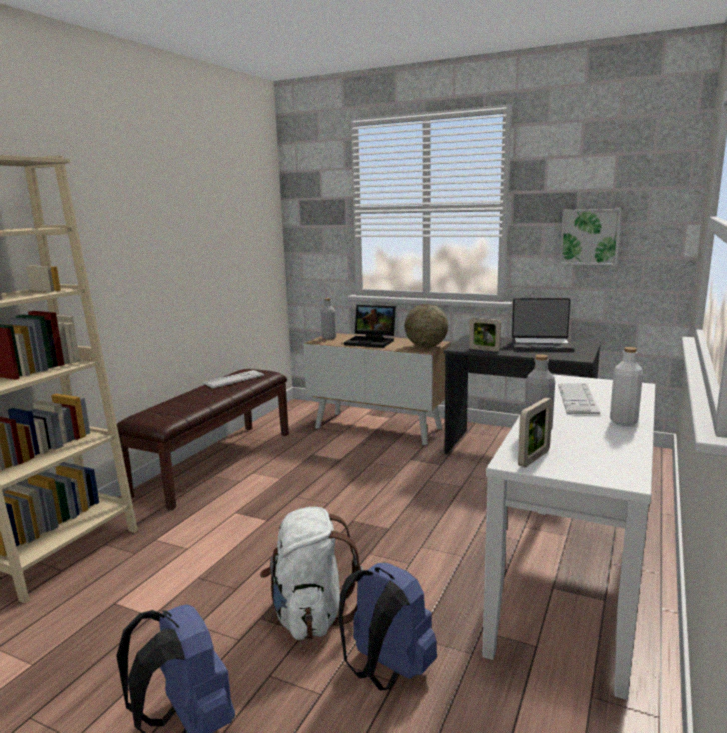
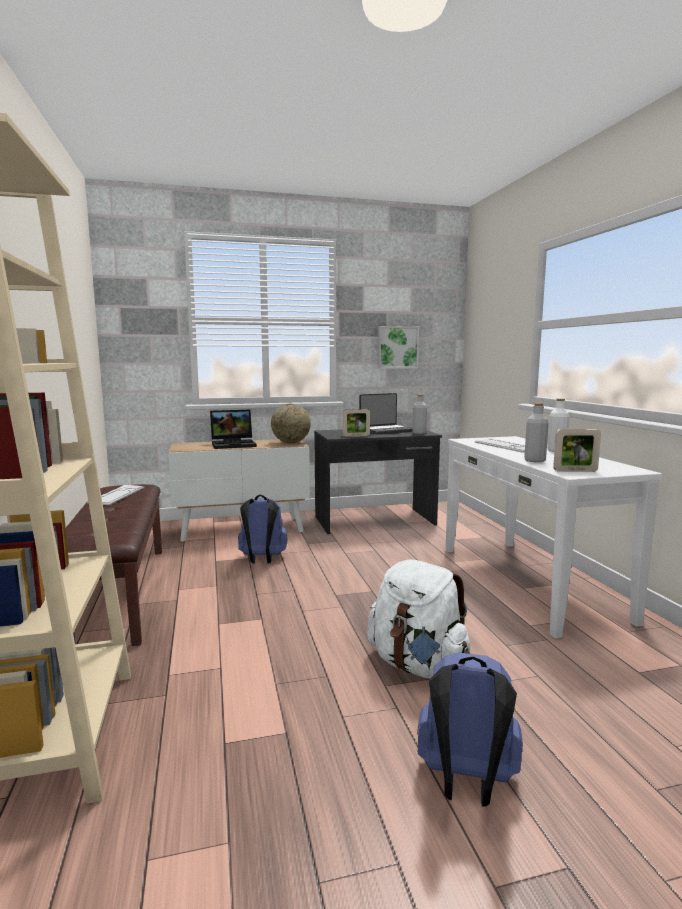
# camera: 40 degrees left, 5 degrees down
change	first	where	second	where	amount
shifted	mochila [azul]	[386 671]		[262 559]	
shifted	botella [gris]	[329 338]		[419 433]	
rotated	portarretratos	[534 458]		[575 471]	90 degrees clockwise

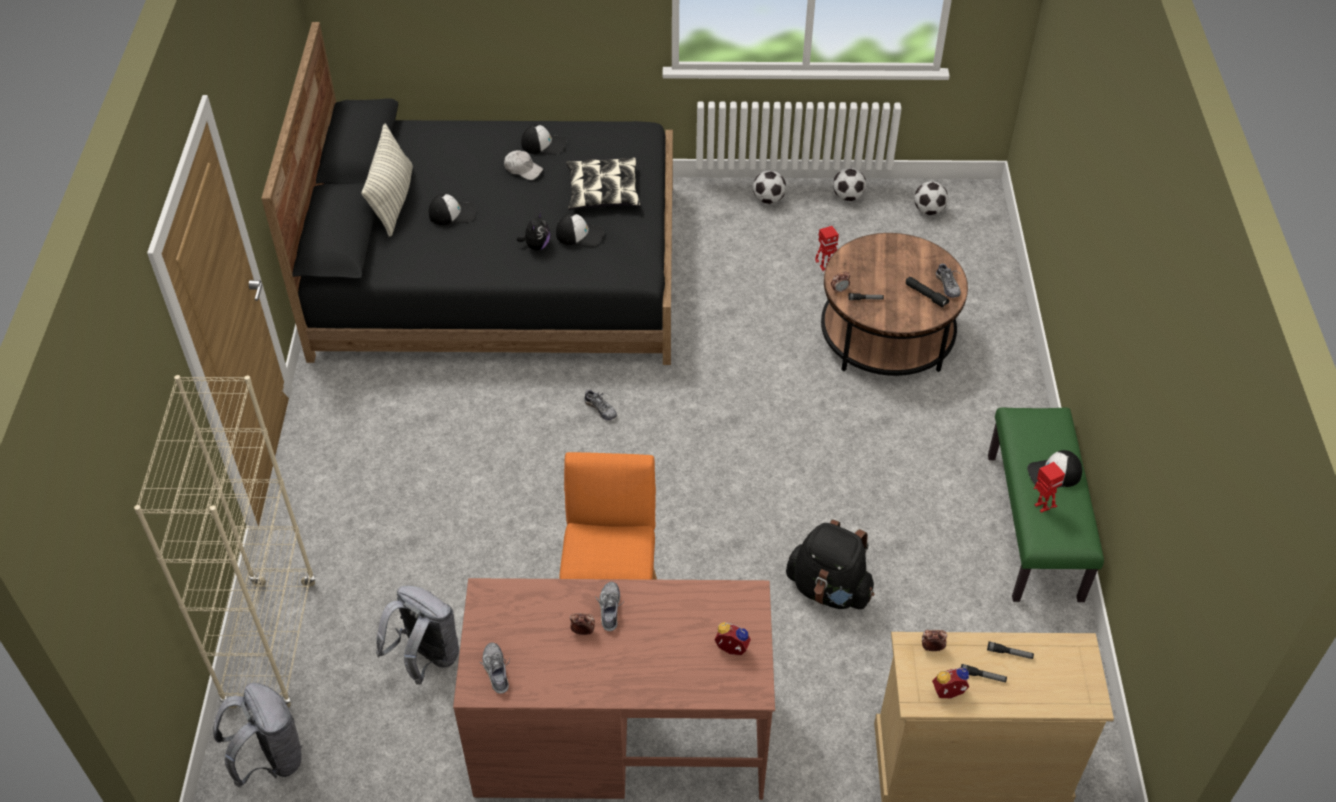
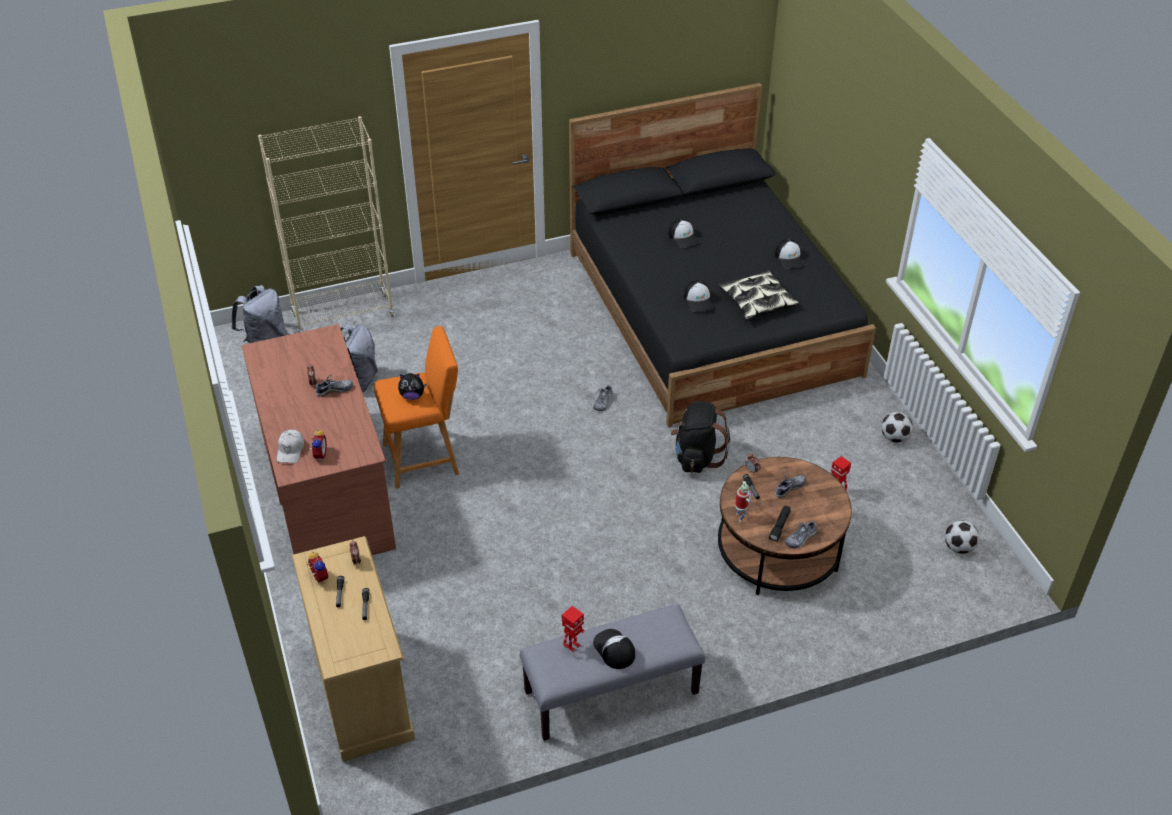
# camera: 70 degrees right, 5 degrees down
change	first	where	second	where	amount
shifted	gorra [blanco]	[523 169]		[291 450]	
shifted	peluche	[536 246]		[412 396]	
repainted	banco [verde]	[1035 527]	banco [gris]	[611 693]	
shifted	mochila [negro]	[829 589]		[696 457]	
new			robot de juguete	[740 517]	
shifted	zapato	[496 671]		[789 488]	
gone	cojín	[393 200]			
gone	balón de fútbol	[848 197]			

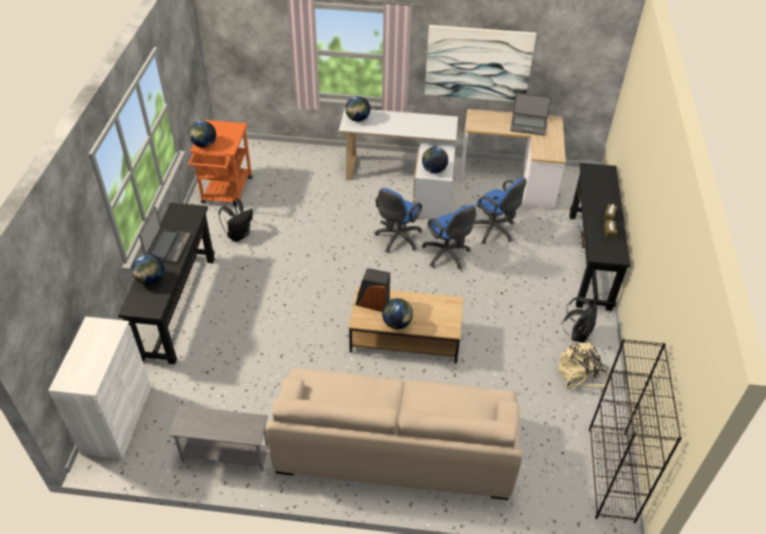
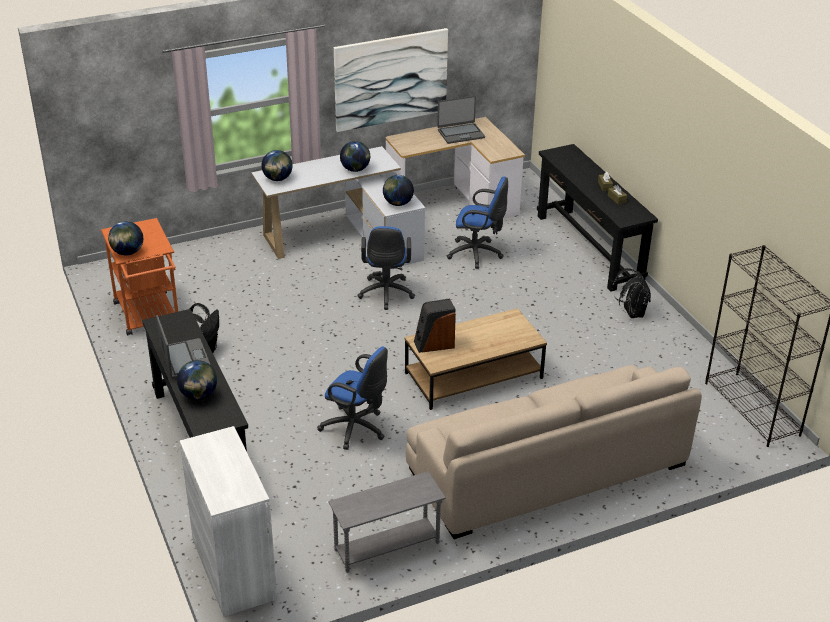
# camera: 30 degrees left, 10 degrees down
change	first	where	second	where	amount
shifted	silla de oficina [azul]	[447 255]		[356 429]	
shifted	globo terráqueo	[397 323]		[355 169]	
gone	mochila [beis]	[581 374]			

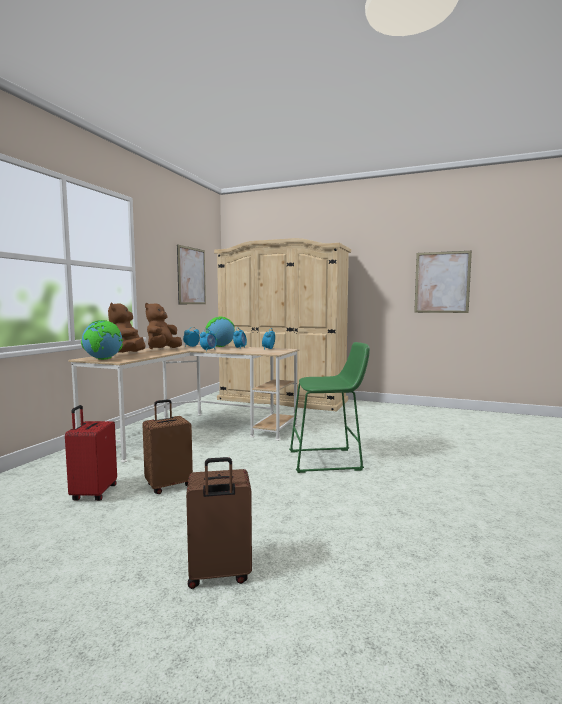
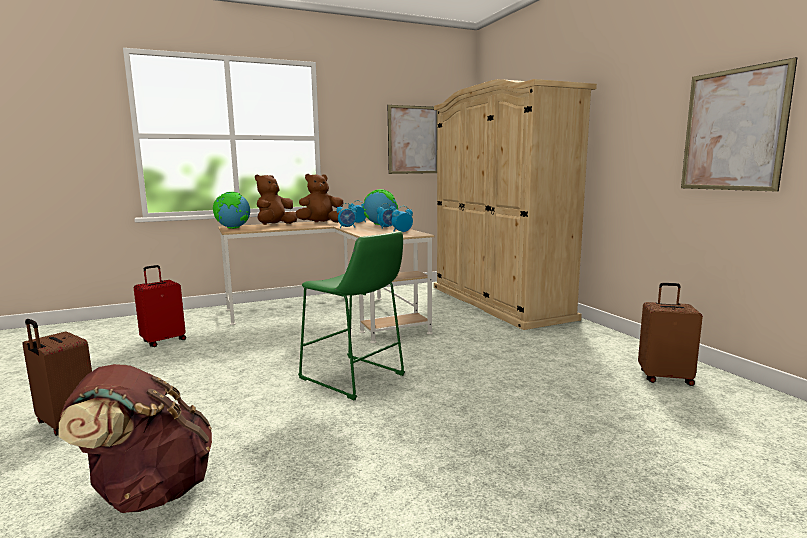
# camera: 45 degrees right, 5 degrees up
change	first	where	second	where	amount
new			mochila [marrón]	[149 492]	
shifted	maleta [marrón]	[169 485]		[665 377]	

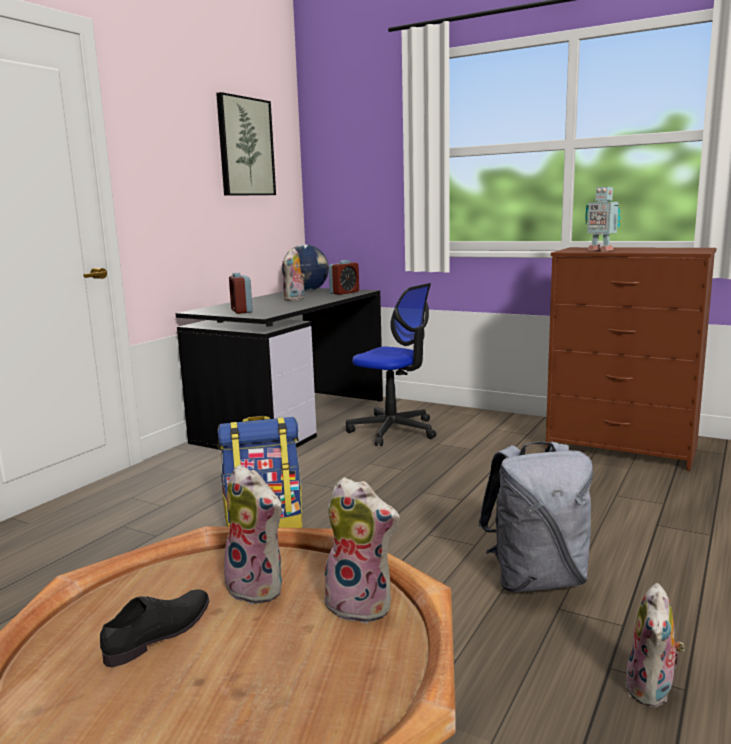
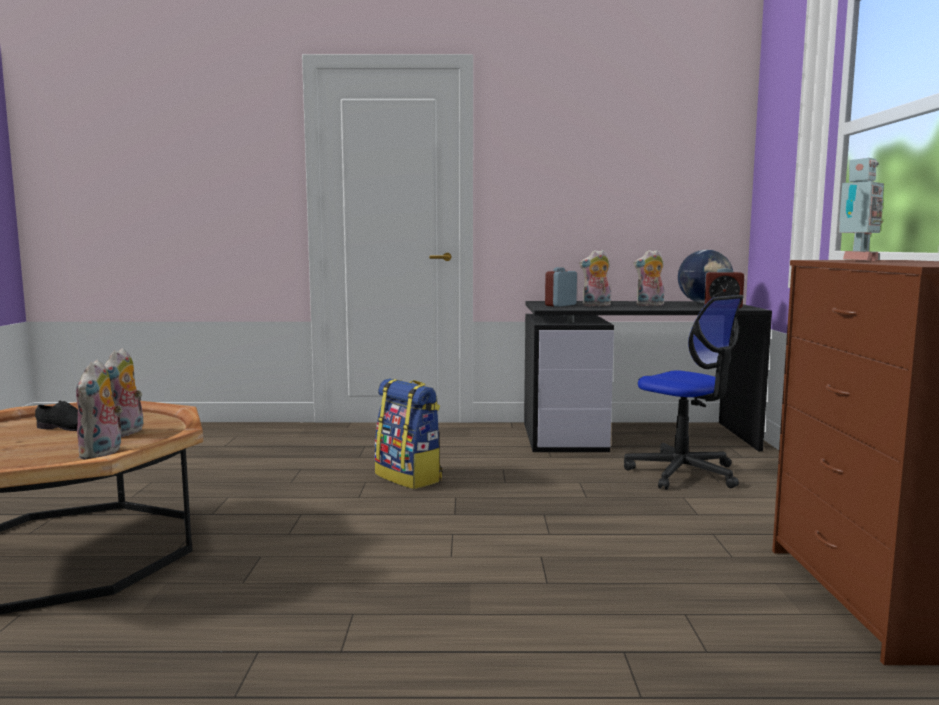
# camera: 60 degrees right, 5 degrees down
change	first	where	second	where	amount
shifted	peluche	[652 691]		[596 305]	
rotated	silla de oficina	[393 430]		[683 473]	45 degrees counterclockwise
rotated	robot de juguete	[600 250]		[856 260]	150 degrees counterclockwise
gone	cuadro	[245 147]			
gone	mochila [gris]	[536 580]			

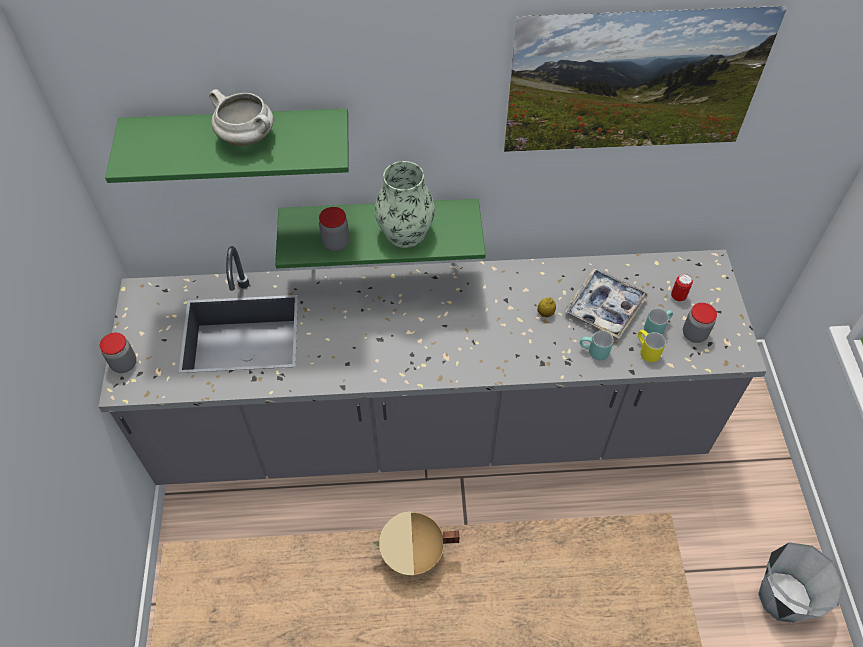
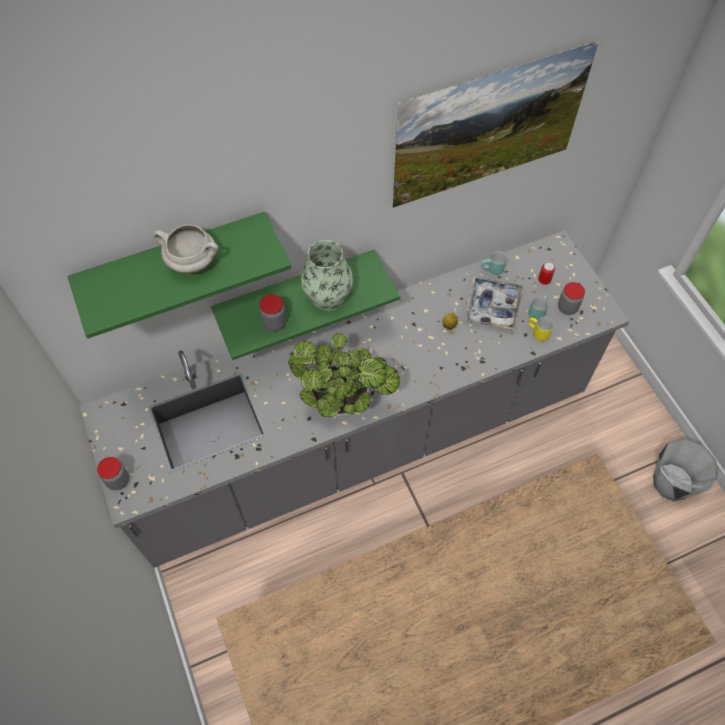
# camera: 20 degrees left, 5 degrees up
change	first	where	second	where	amount
new			planta en maceta	[344 400]	
shifted	taza grande [turquesa]	[593 353]		[492 271]	
gone	olla [beis]	[413 555]			

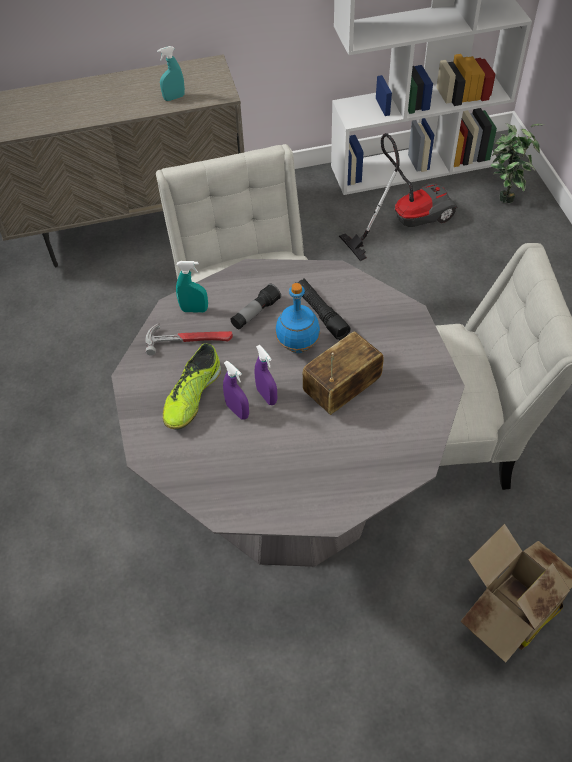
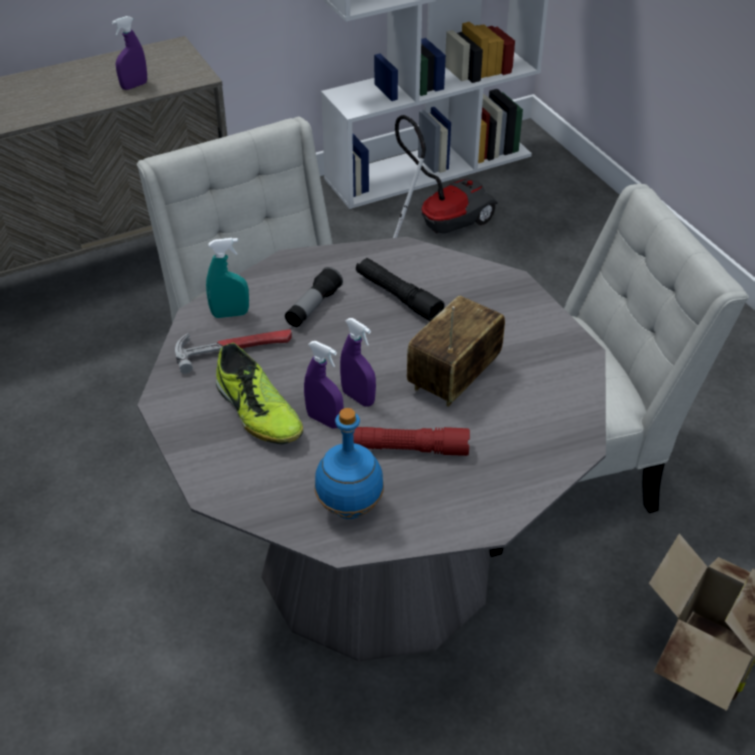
# camera: 15 degrees left, 10 degrees down
change	first	where	second	where	amount
repainted	pulverizador [turquesa]	[174 98]	pulverizador [morado]	[134 86]	
rotated	zapato	[192 396]		[258 412]	45 degrees counterclockwise
shifted	botella [azul]	[298 346]		[350 508]	
new			linterna [rojo]	[408 448]	
gone	planta en maceta	[505 194]			

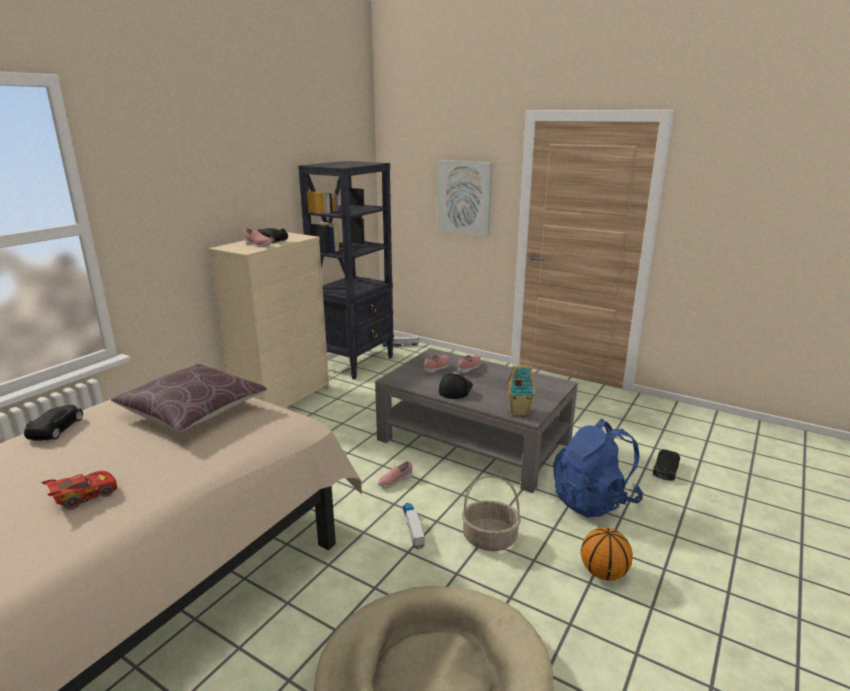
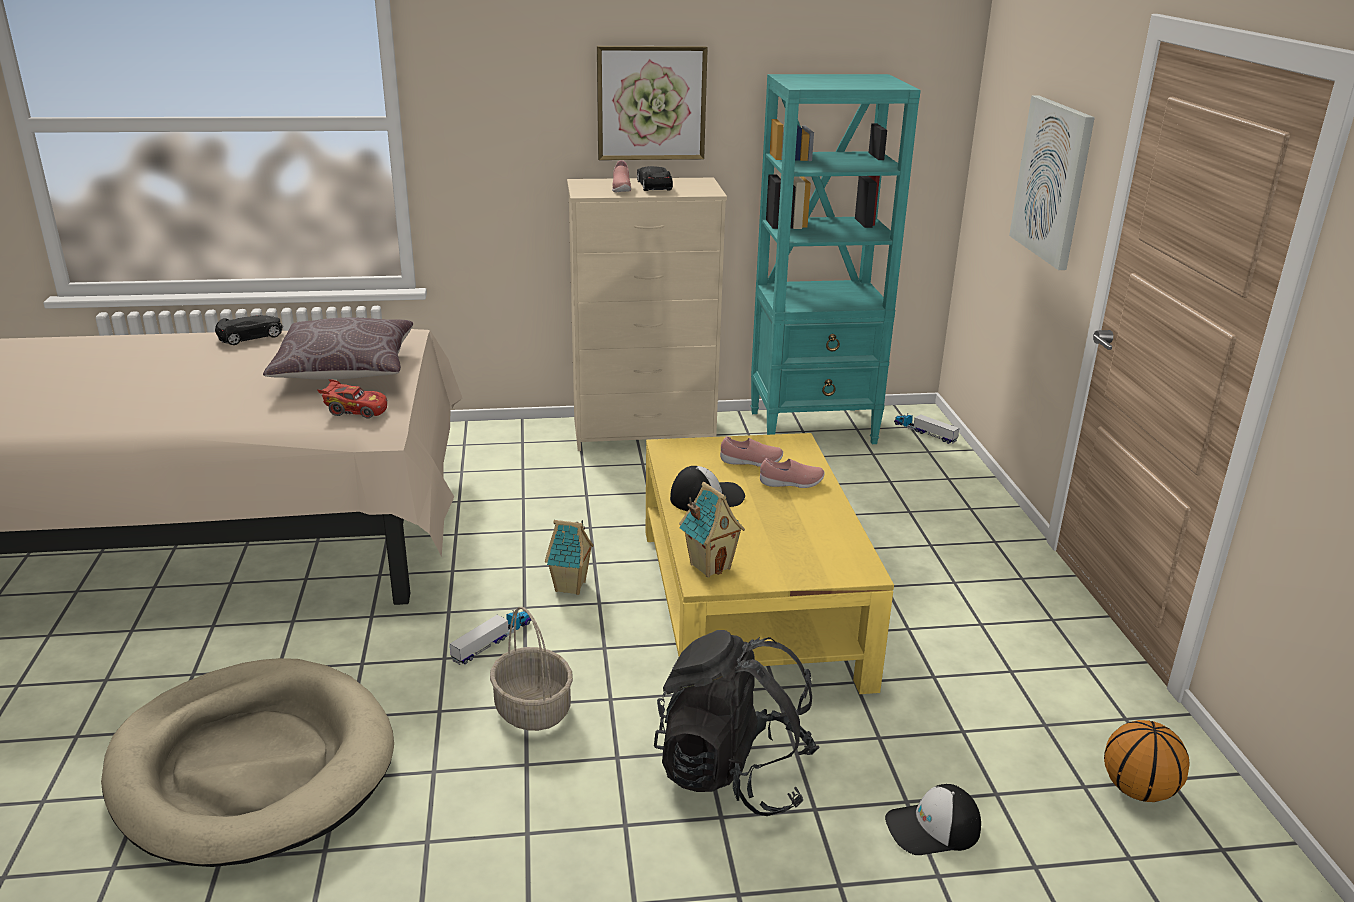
# camera: 50 degrees right, 5 degrees up
change	first	where	second	where	amount
shifted	coche de juguete [rojo]	[84 497]		[355 411]	
swapped	zapato [rosa]	[395 481]	casita	[571 587]	
new			cuadro	[651 103]	
repainted	mesa de centro [gris]	[473 440]	mesa de centro [amarillo]	[749 603]	
repainted	mochila [azul]	[594 500]	mochila [negro]	[733 773]	
repainted	estantería [negro]	[355 362]	estantería [turquesa]	[814 427]	
swapped	coche de juguete [negro]	[665 470]	gorra	[932 829]	
shifted	balón de baloncesto	[603 573]		[1137 790]	

